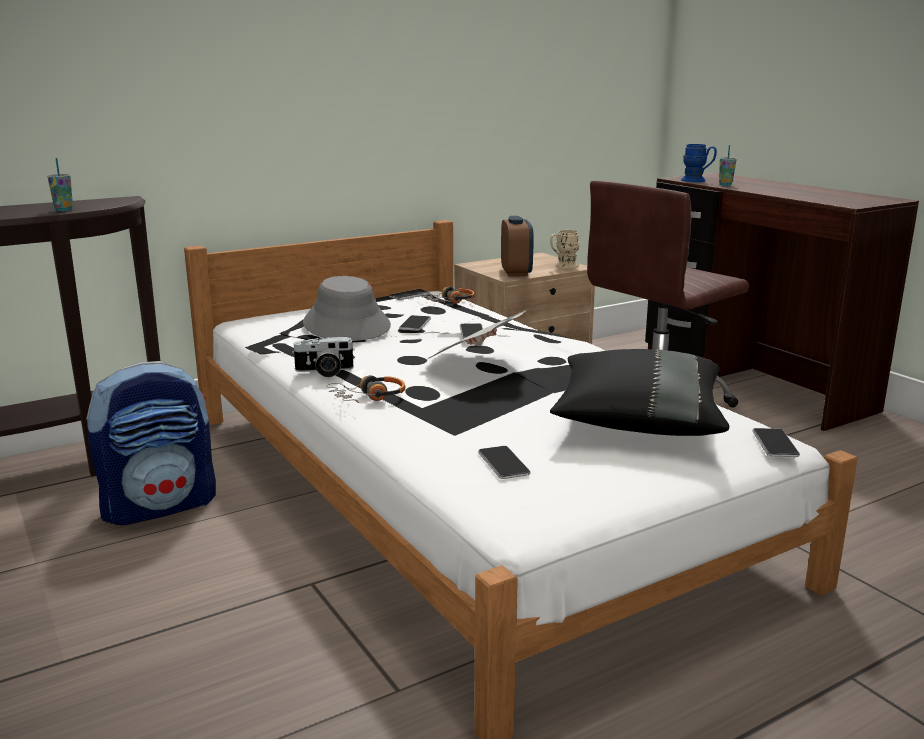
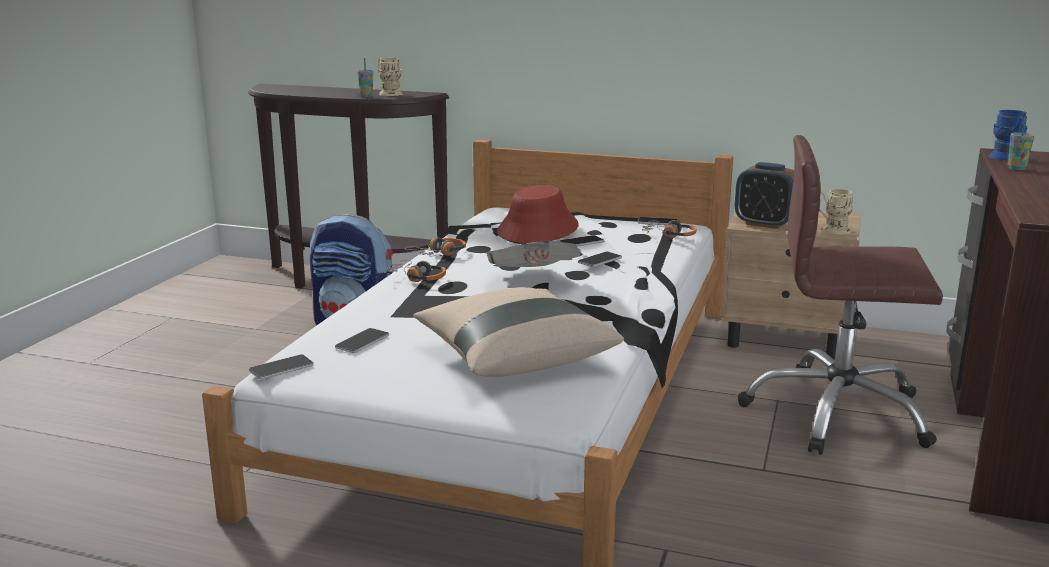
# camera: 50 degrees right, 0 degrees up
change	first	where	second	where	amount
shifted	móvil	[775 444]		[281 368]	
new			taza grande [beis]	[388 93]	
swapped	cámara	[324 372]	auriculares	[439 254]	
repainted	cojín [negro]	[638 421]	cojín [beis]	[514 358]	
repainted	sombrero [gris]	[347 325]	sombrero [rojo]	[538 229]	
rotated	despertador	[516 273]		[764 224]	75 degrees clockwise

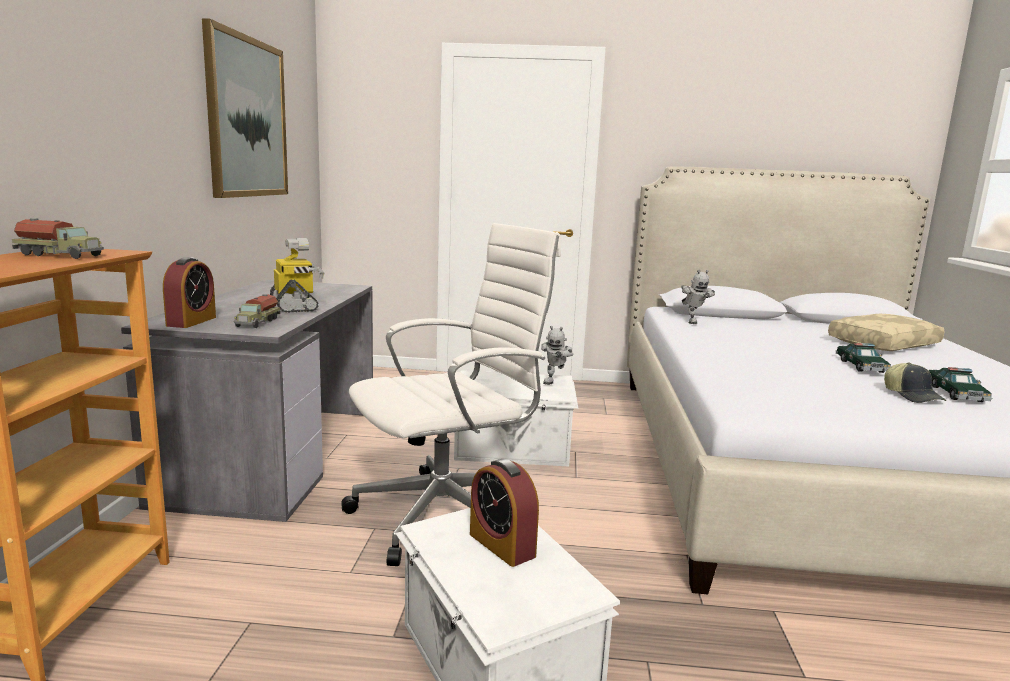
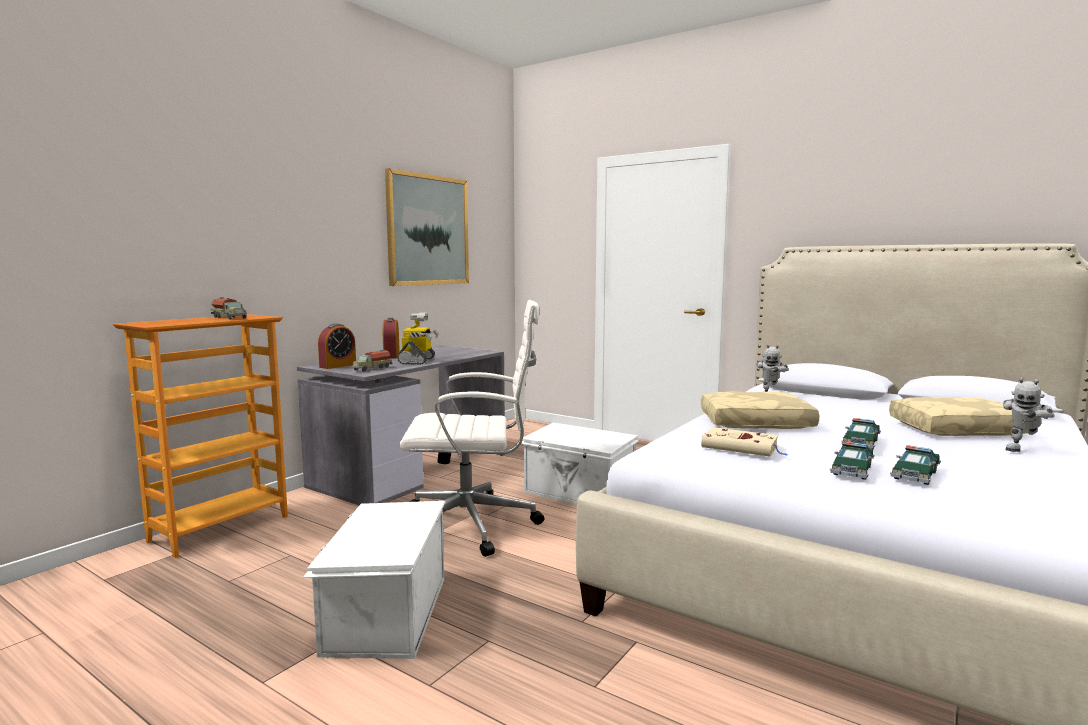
# camera: 30 degrees right, 5 degrees down
change	first	where	second	where	amount
shifted	despertador	[502 545]		[391 356]	
new			cojín [beis]	[755 423]	
new			libro [beis]	[742 447]	
swapped	gorra	[912 396]	coche de juguete	[852 470]	
shifted	robot de juguete	[555 382]		[1022 450]	

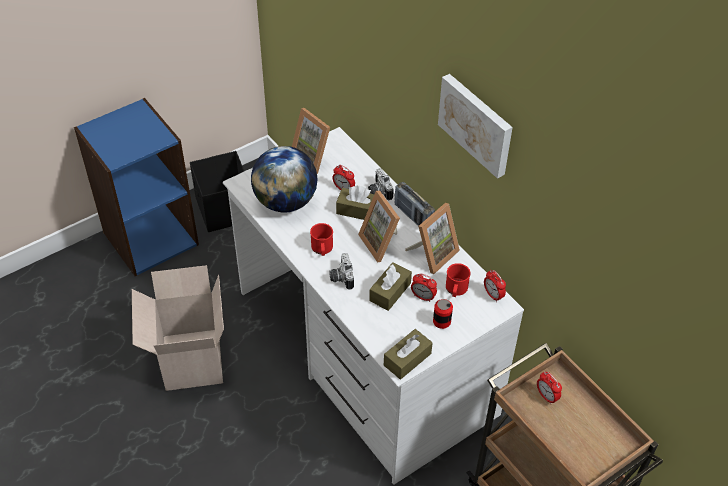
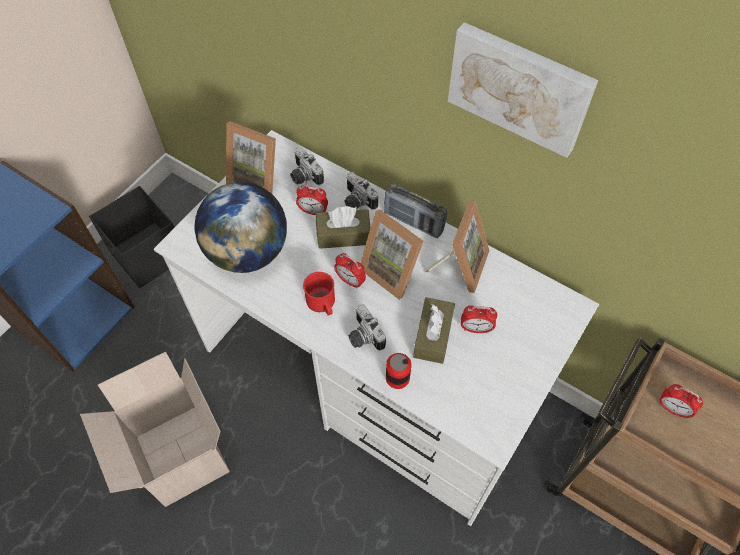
# camera: 20 degrees left, 10 degrees up
change	first	where	second	where	amount
new			cámara	[303 176]	
shifted	despertador	[493 295]		[350 281]	
shifted	lata	[441 321]		[397 378]	
gone	caja de pañuelos [marrón]	[407 359]			
gone	taza grande [rojo]	[456 290]			

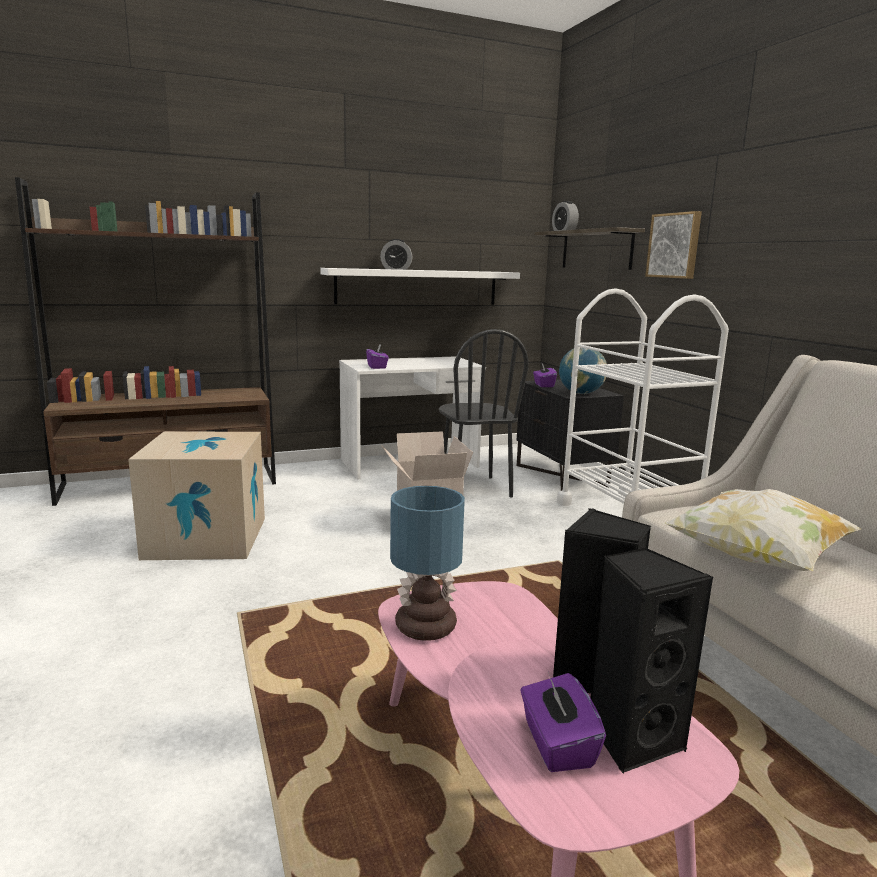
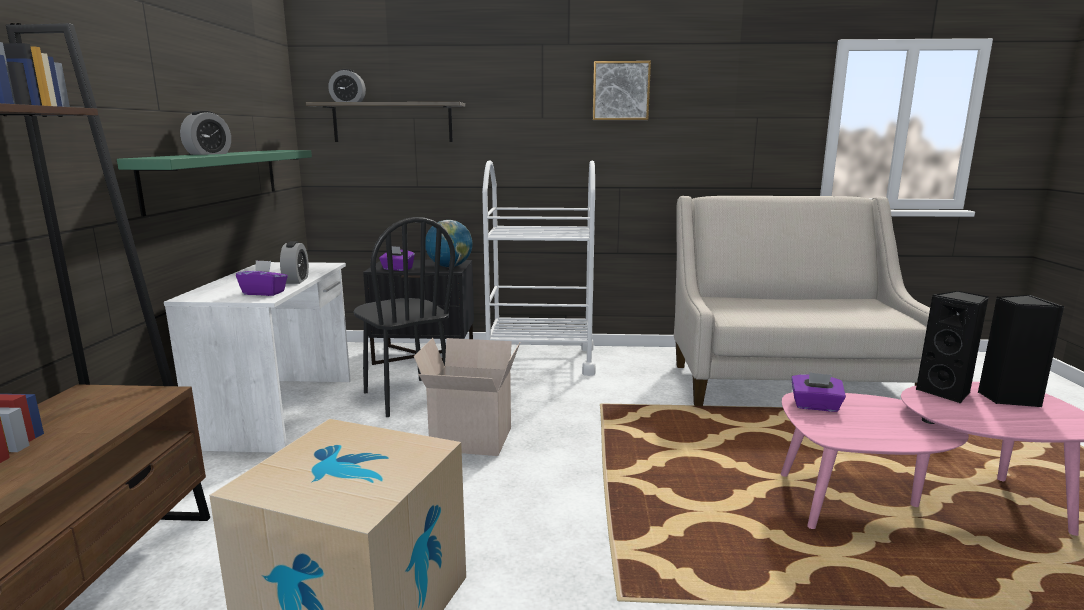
# camera: 65 degrees left, 0 degrees up
change	first	where	second	where	amount
repainted	estante [blanco]	[417 287]	estante [verde]	[216 177]	
new			despertador	[296 280]	
rotated	silla [negro]	[474 488]		[406 397]	45 degrees clockwise
shifted	cuadro	[675 245]		[621 91]	
shifted	caja de pañuelos [morado]	[557 744]		[815 406]	
gone	lámpara de mesa	[423 627]			
gone	cojín	[755 559]			

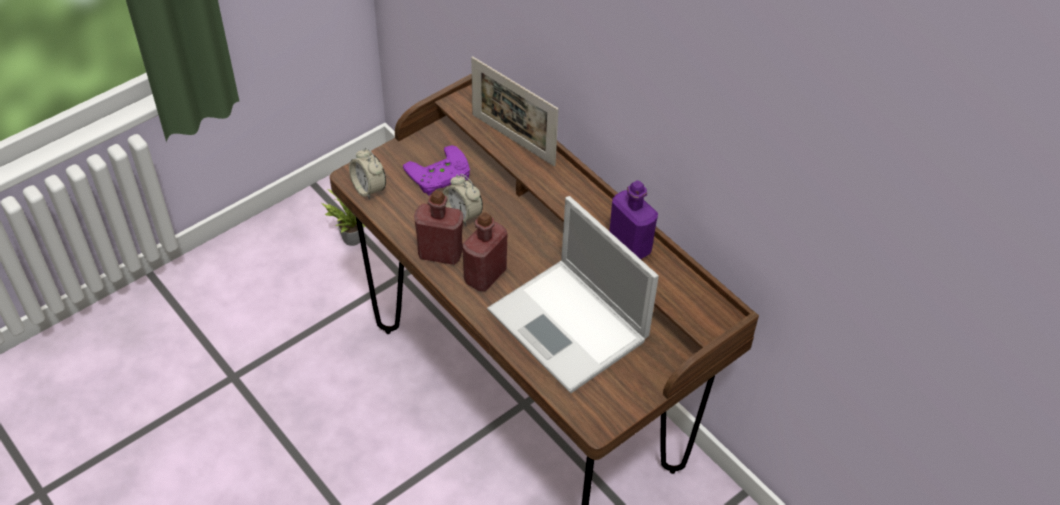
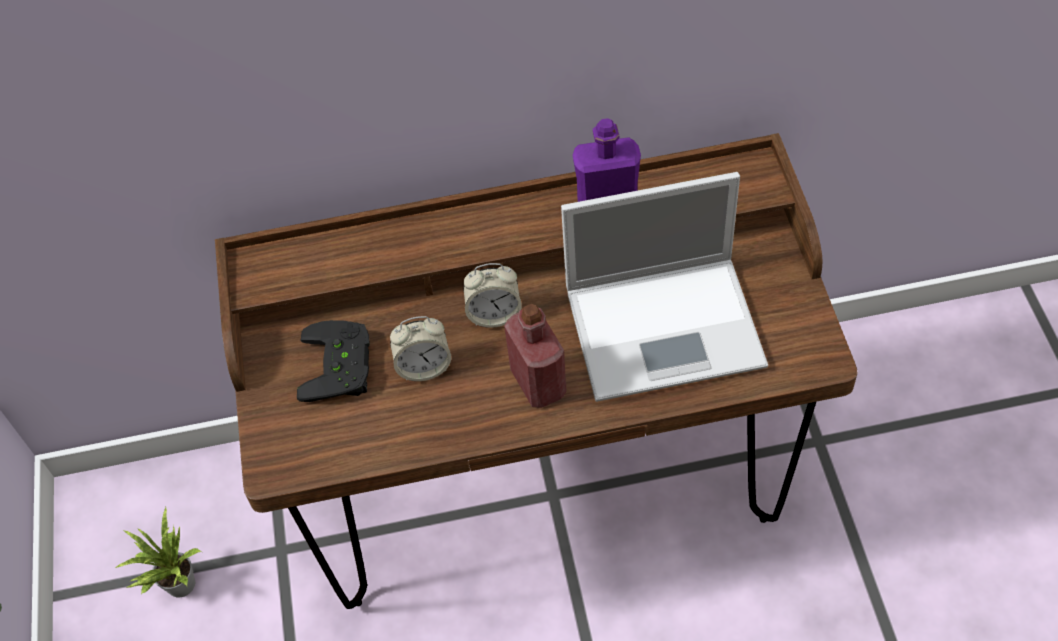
# camera: 55 degrees left, 5 degrees up
change	first	where	second	where	amount
repainted	mando de consola [morado]	[440 176]	mando de consola [negro]	[342 366]	
shifted	despertador	[369 188]		[494 314]	
gone	botella [rojo]	[440 253]			
gone	portarretratos	[513 139]			

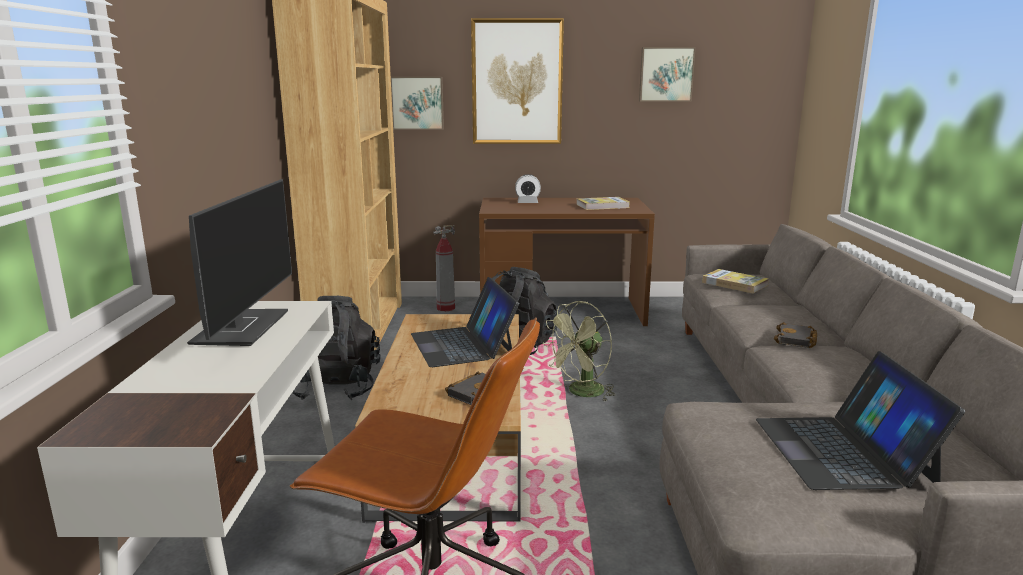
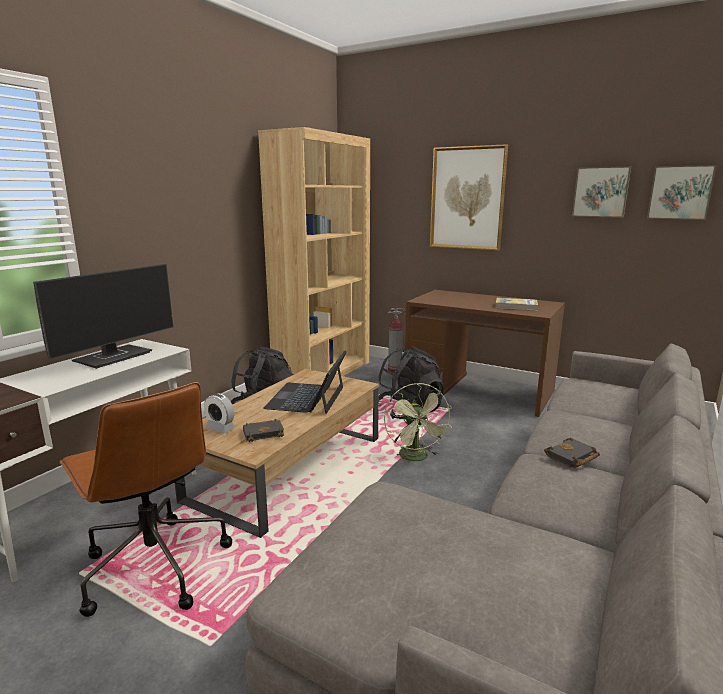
# camera: 30 degrees right, 0 degrees up
change	first	where	second	where	amount
shifted	despertador	[527 202]		[220 428]	
rotated	ventilador [verde]	[581 393]		[416 458]	90 degrees counterclockwise
shifted	cuadro	[417 103]		[680 192]	
gone	libro	[734 284]			
gone	portátil	[843 451]			

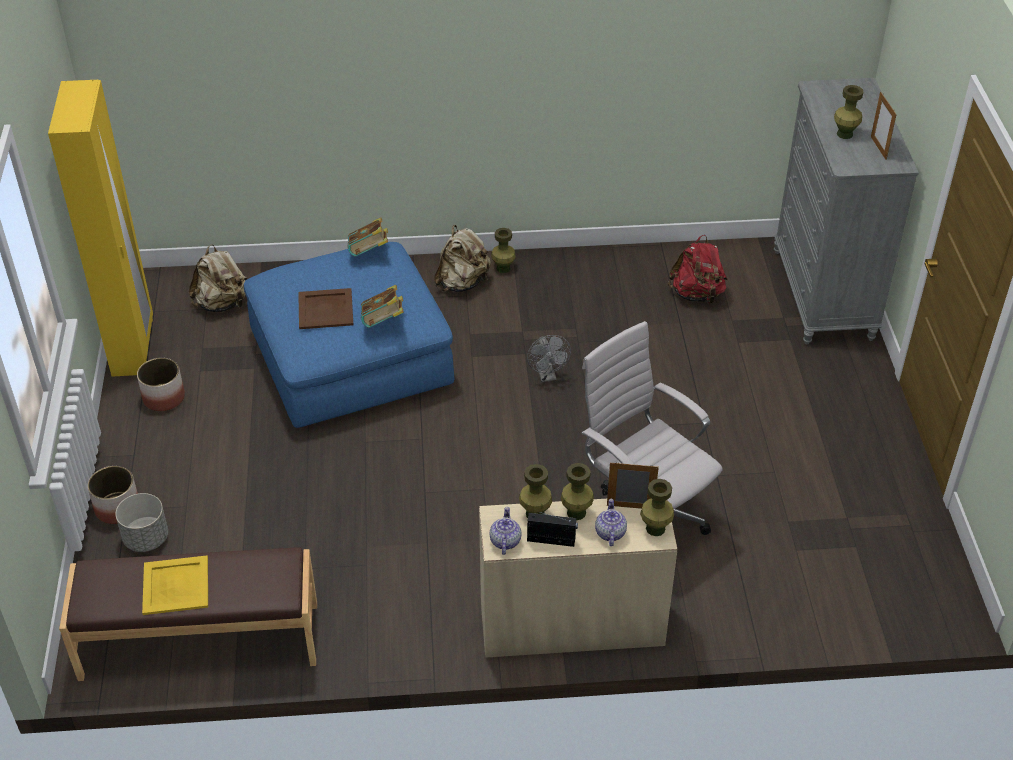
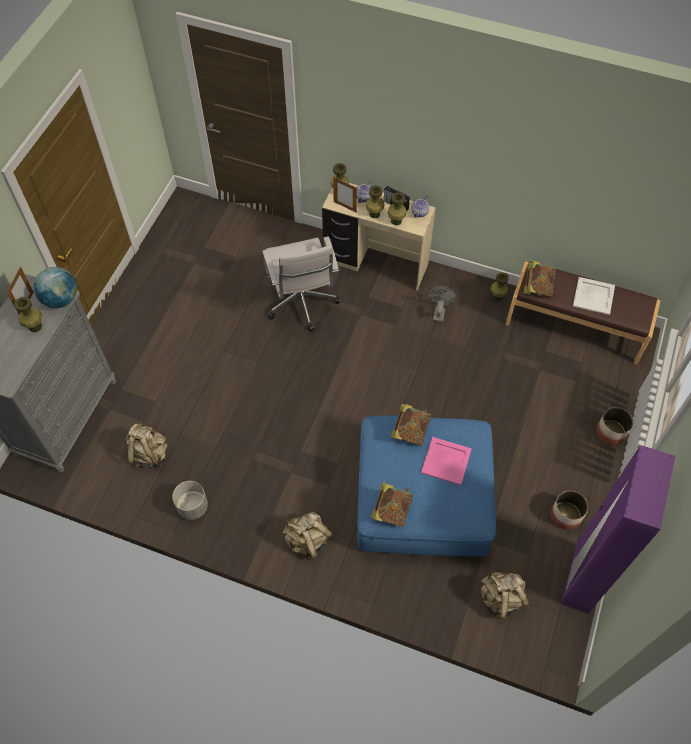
# camera: 155 degrees left, 15 degrees up
change	first	where	second	where	amount
new			globo terráqueo	[61 299]	
repainted	mochila [rojo]	[697 294]	mochila [beis]	[149 454]	
shifted	maceta [gris]	[146 539]		[193 506]	
repainted	bandeja [marrón]	[326 309]	bandeja [rosa]	[445 461]	
shifted	ventilador [gris]	[547 376]		[439 312]	
shifted	florero [verde]	[503 268]		[497 296]	
new			libro	[537 287]	
repainted	armario ropero [amarillo]	[133 347]	armario ropero [morado]	[581 578]	
repainted	bandeja [amarillo]	[176 586]	bandeja [blanco]	[593 295]	

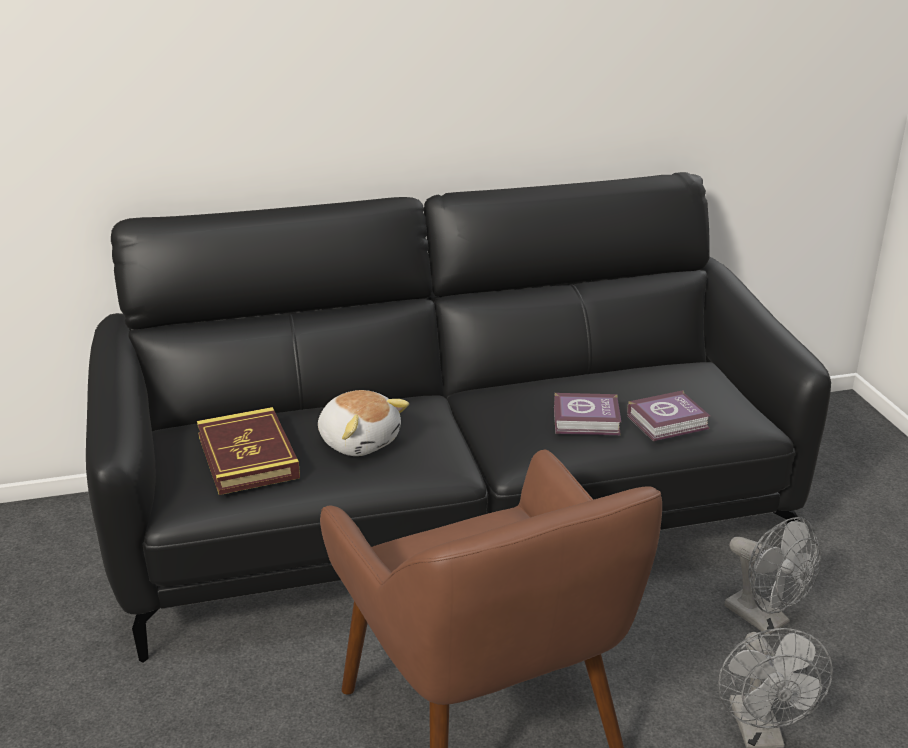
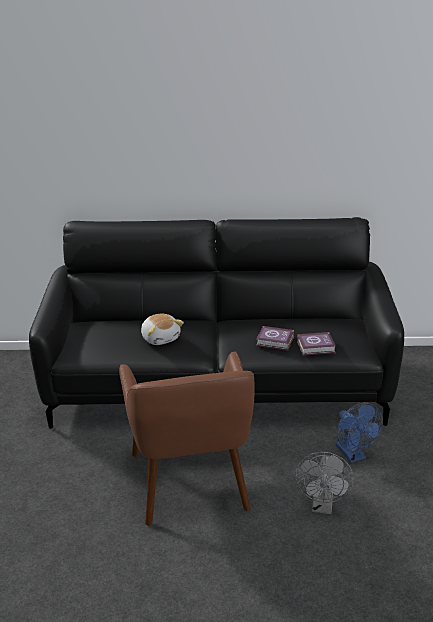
# camera: 15 degrees right, 0 degrees up
change	first	where	second	where	amount
repainted	ventilador [gris]	[765 620]	ventilador [azul]	[353 455]	
gone	libro	[247 457]			

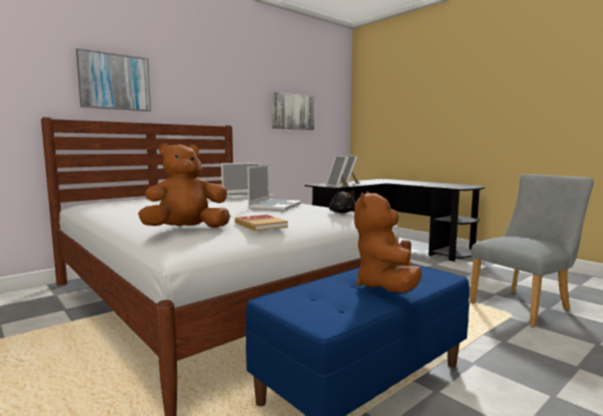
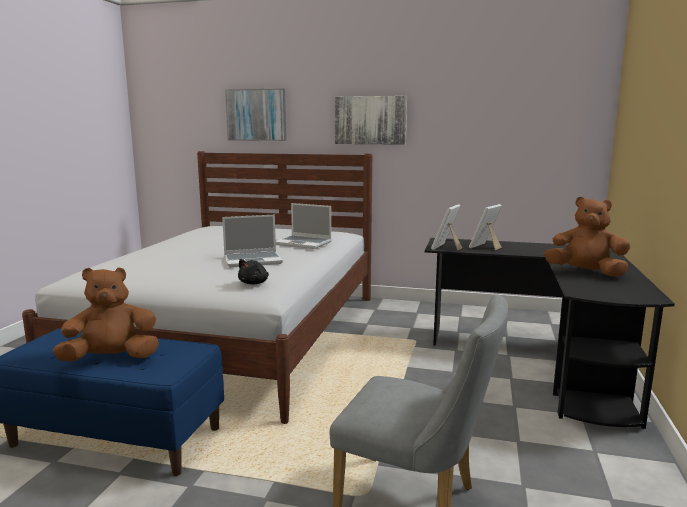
# camera: 55 degrees right, 5 degrees up
change	first	where	second	where	amount
shifted	cuadro	[293 112]		[370 120]	
shifted	peluche [marrón]	[187 230]		[585 273]	
gone	libro	[260 225]			

